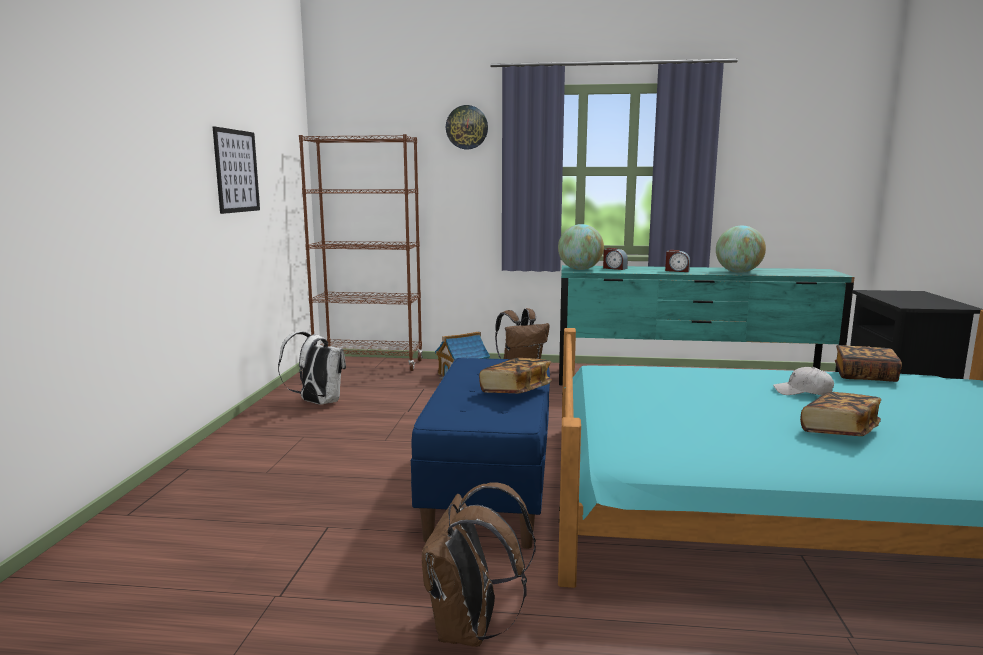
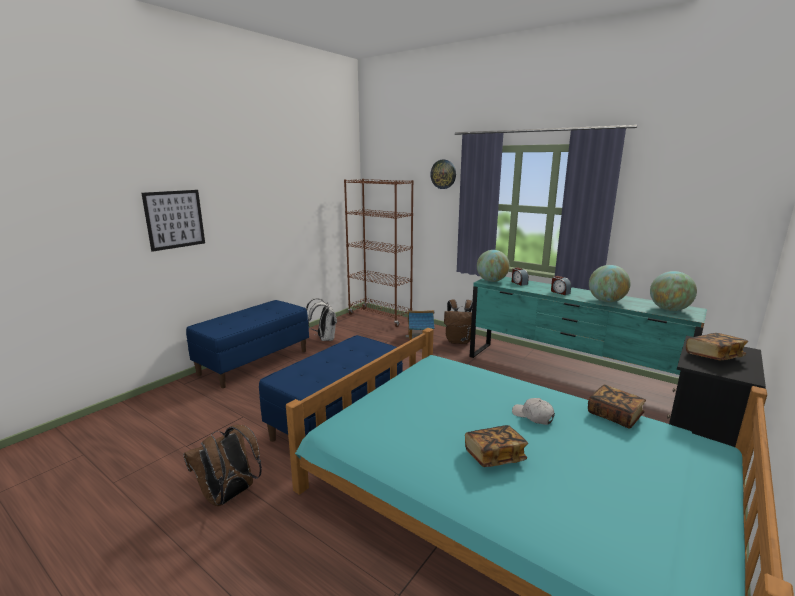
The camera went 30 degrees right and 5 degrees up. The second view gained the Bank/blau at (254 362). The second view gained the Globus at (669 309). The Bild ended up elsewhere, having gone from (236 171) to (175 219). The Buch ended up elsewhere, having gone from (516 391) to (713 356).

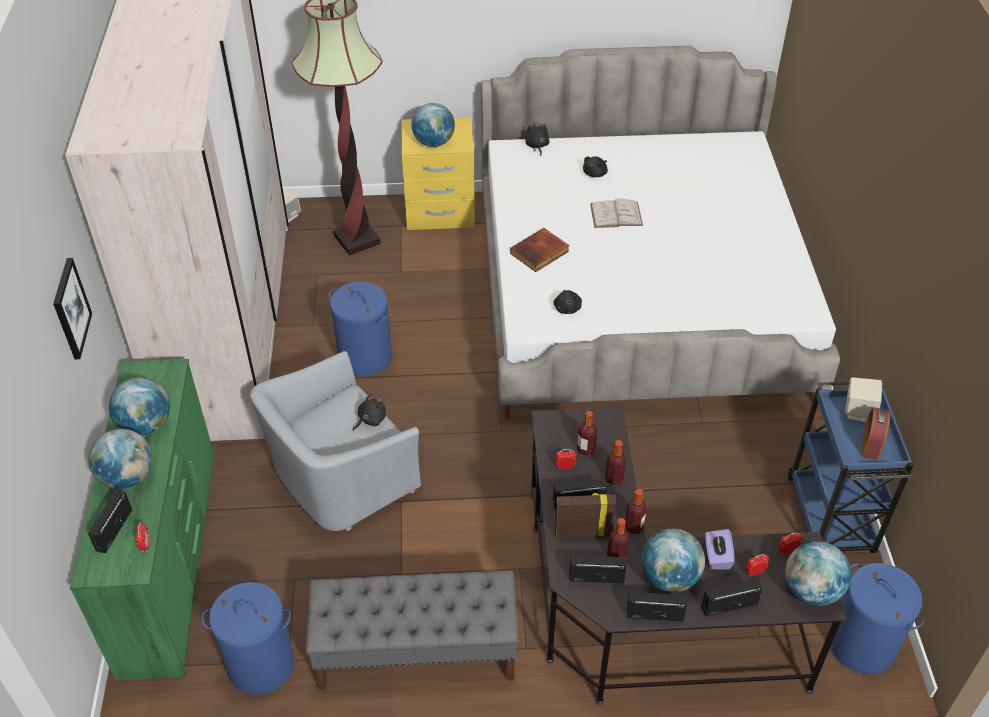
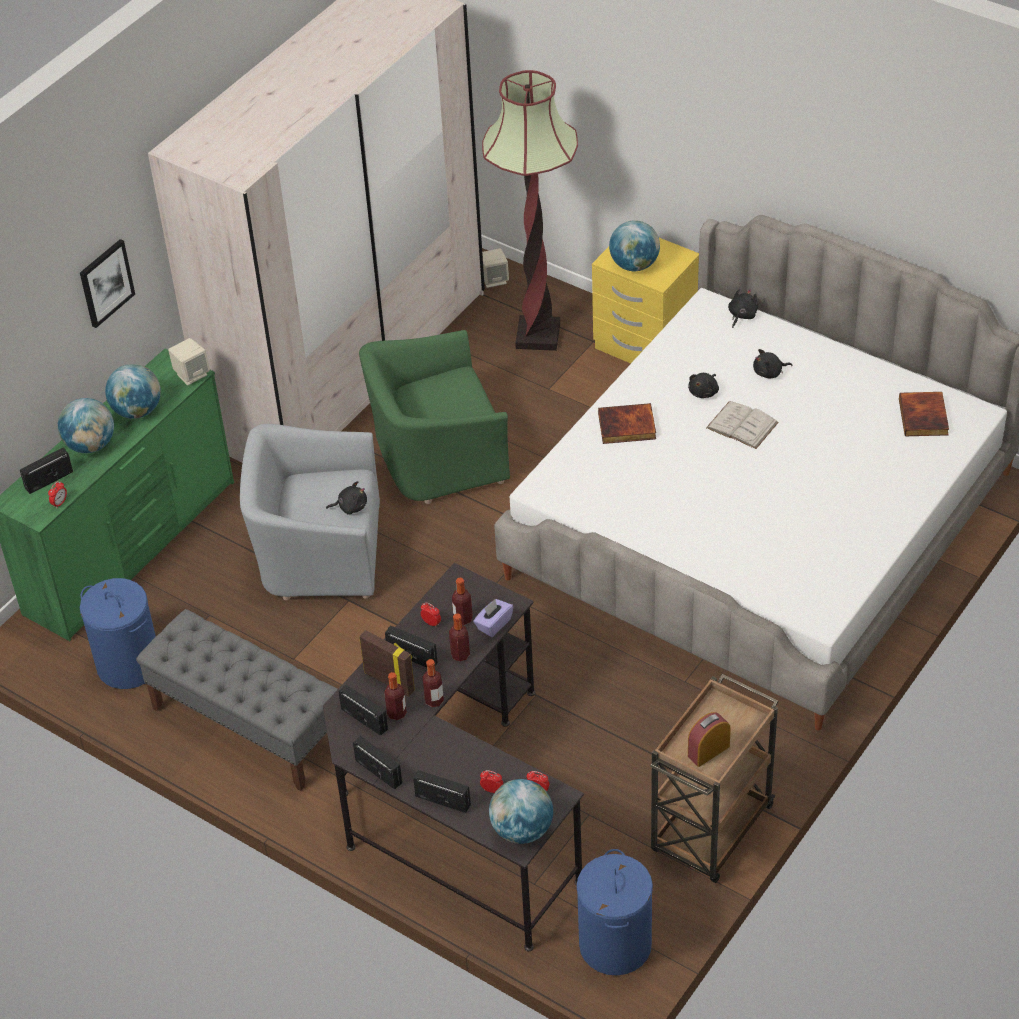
The camera went 40 degrees right and 0 degrees up. The second view lost the Globus at (669 577). The second view gained the Buch at (924 417). The Plüschtier/schwarz ended up elsewhere, having gone from (567 308) to (704 392). The Taschentuchbox/lila ended up elsewhere, having gone from (717 557) to (493 624). The Lautsprecher/beige ended up elsewhere, having gone from (858 412) to (191 374). Where the Wäschekorb/blau stood at (364 357), the Sessel/grün came to stand at (437 456). What was the Rollwagen/blau at (831 517) turned into the Rollwagen/braun at (711 831).

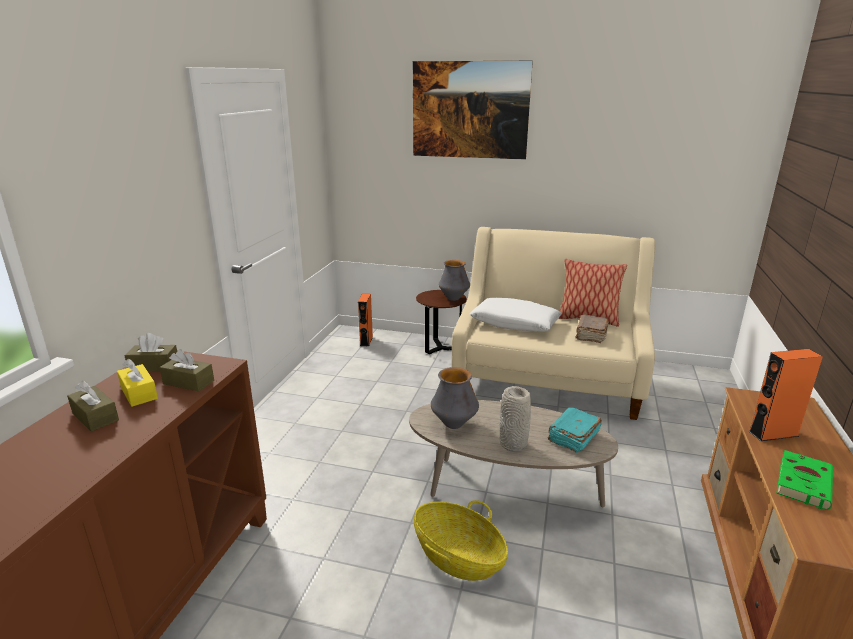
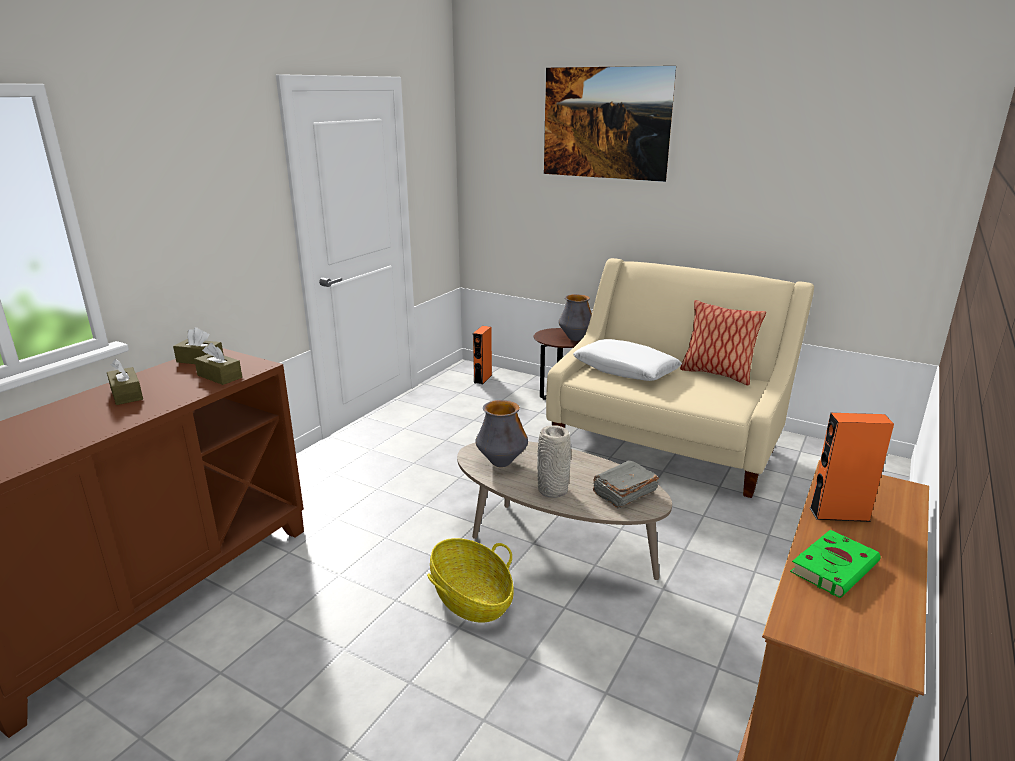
The camera went 15 degrees right and 0 degrees up. The second view lost the Taschentuchbox/gelb at (139 393). The second view lost the Buch/braun at (590 335). What was the Buch/türkis at (573 437) turned into the Buch/grau at (623 493).

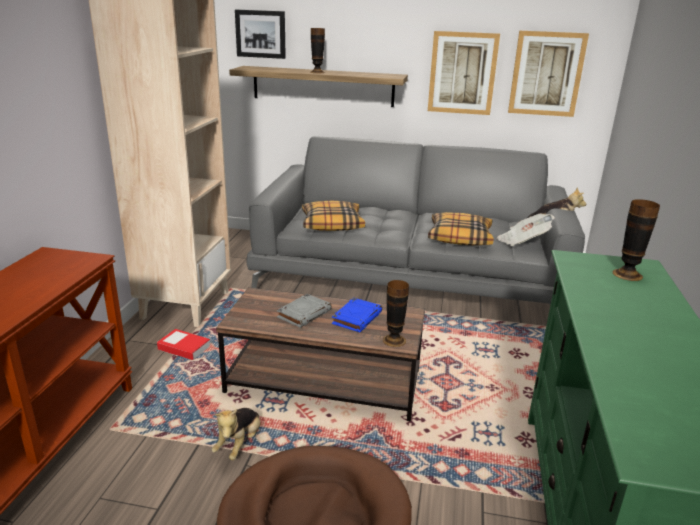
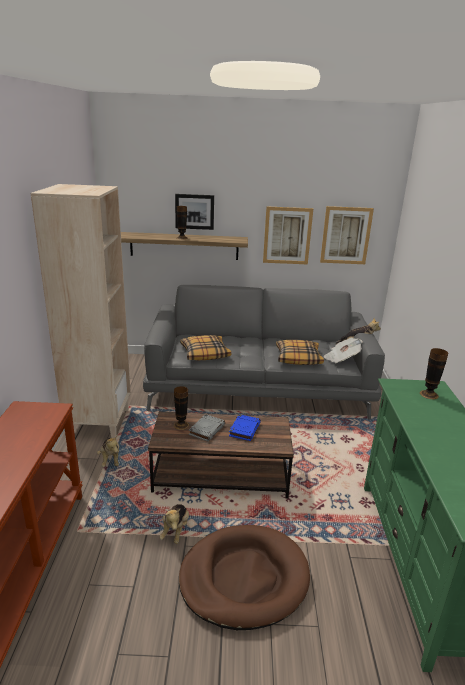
The camera went 10 degrees left and 0 degrees up. The Bild ended up elsewhere, having gone from (261 34) to (194 211). The Vase ended up elsewhere, having gone from (394 340) to (181 425). Where the Buch stood at (184 348), the Plüschtier came to stand at (110 460).

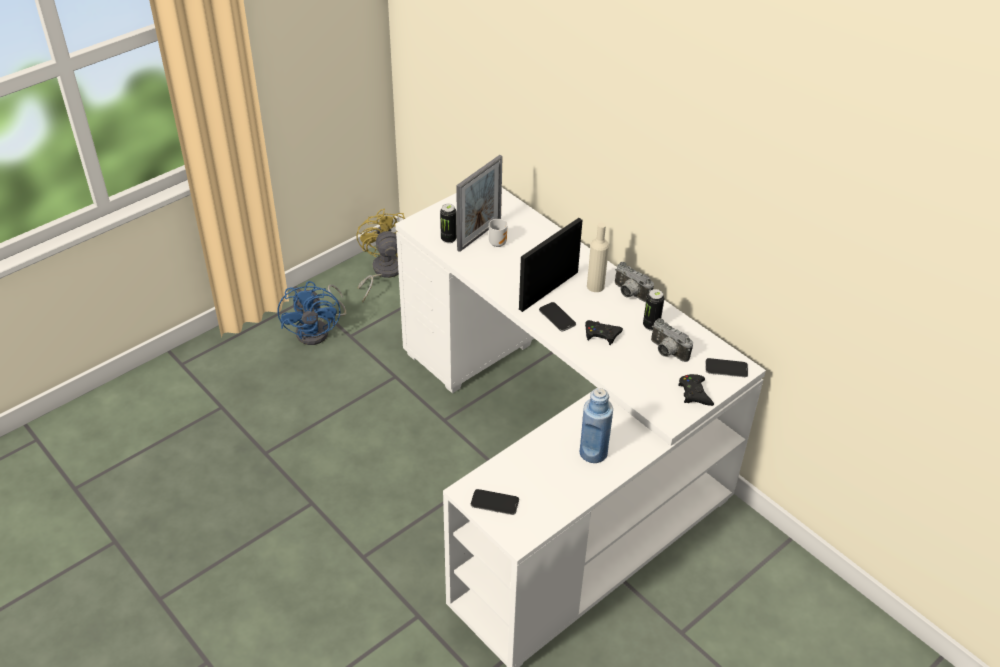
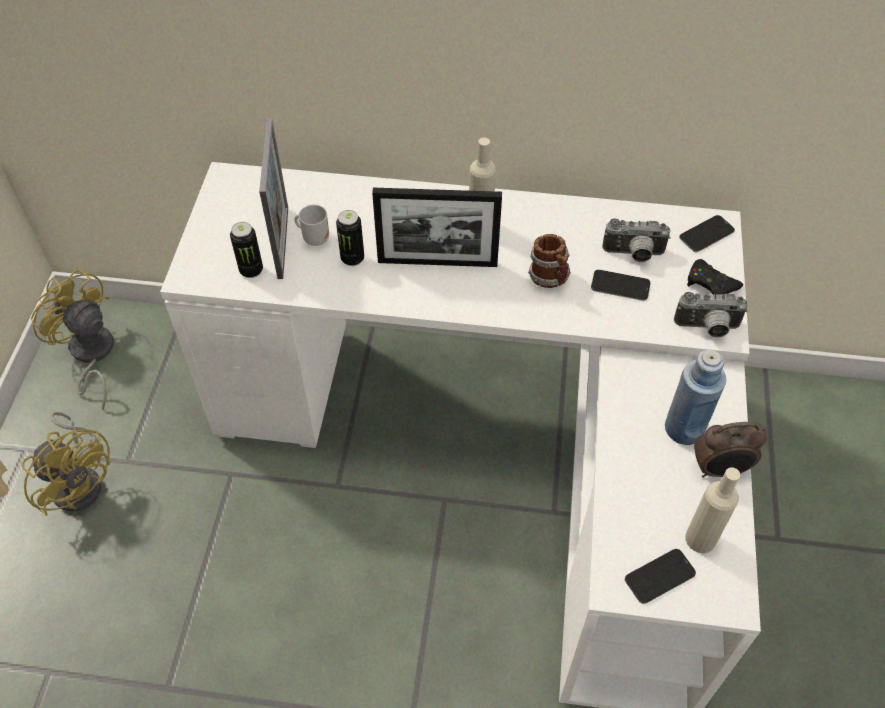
The camera went 40 degrees left and 10 degrees up. The second view gained the Flasche/beige at (700 539). The second view gained the Wecker at (720 470). The Handy ended up elsewhere, having gone from (557 317) to (620 286). The Kamera ended up elsewhere, having gone from (629 293) to (707 328). The Dose ended up elsewhere, having gone from (651 325) to (352 258). Where the Gamepad/schwarz stood at (601 334), the Henkelbecher came to stand at (550 278). What was the Ventilator/blau at (318 330) turned into the Ventilator/gelb at (81 481). The Bilderrahmen at (548 290) ended up facing another way, 90 degrees counterclockwise from before.

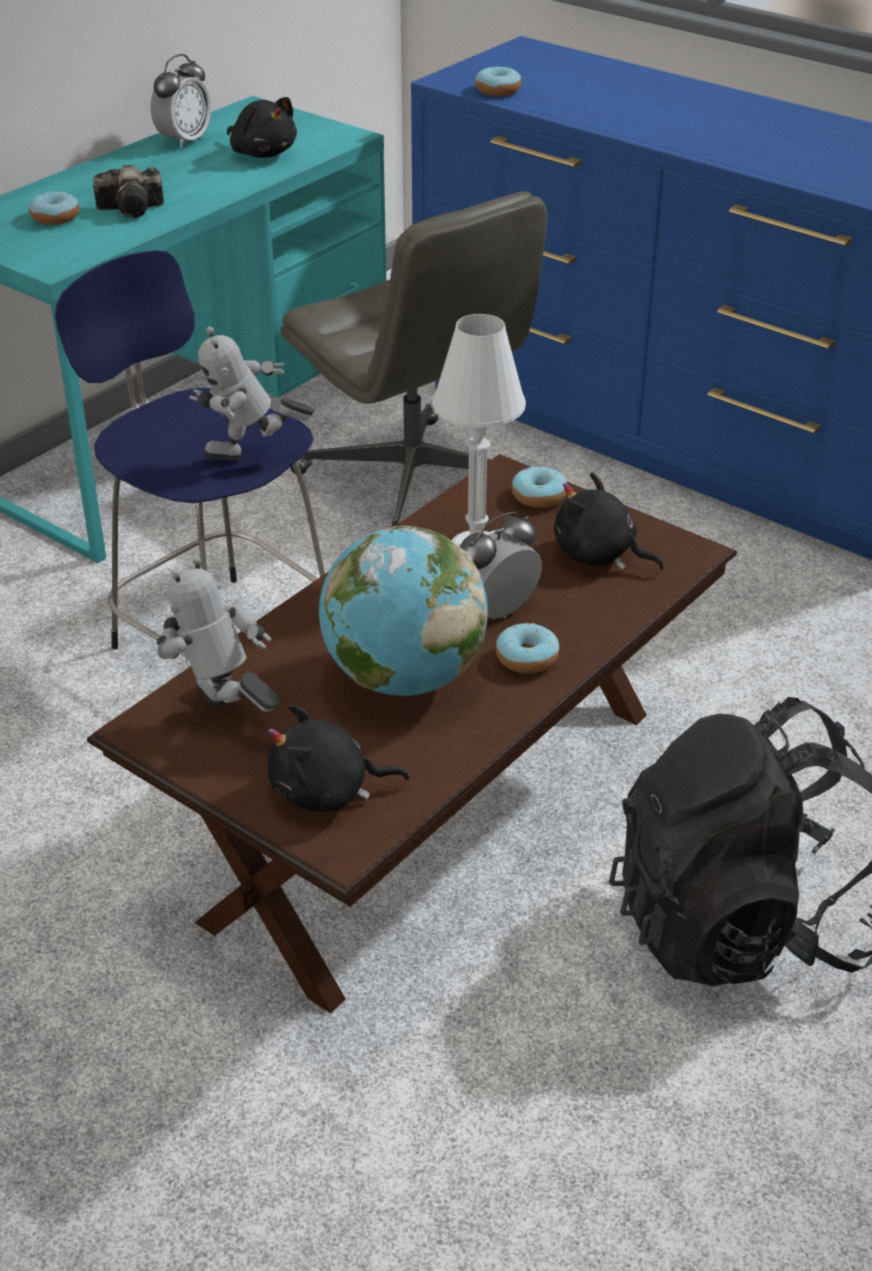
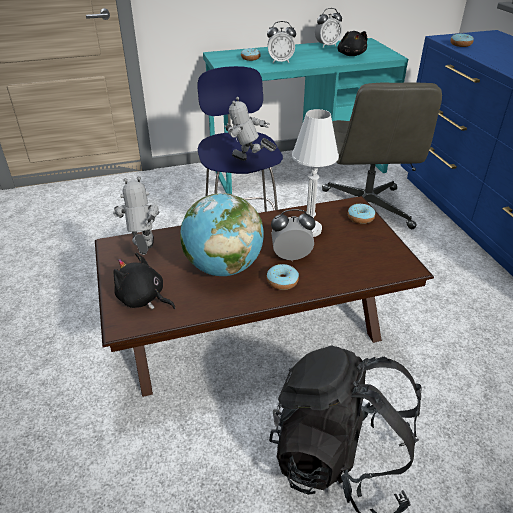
The camera went 35 degrees right and 0 degrees up. The second view lost the Plüschtier/schwarz at (598 556). Where the Kamera stood at (134 209), the Wecker came to stand at (280 61).

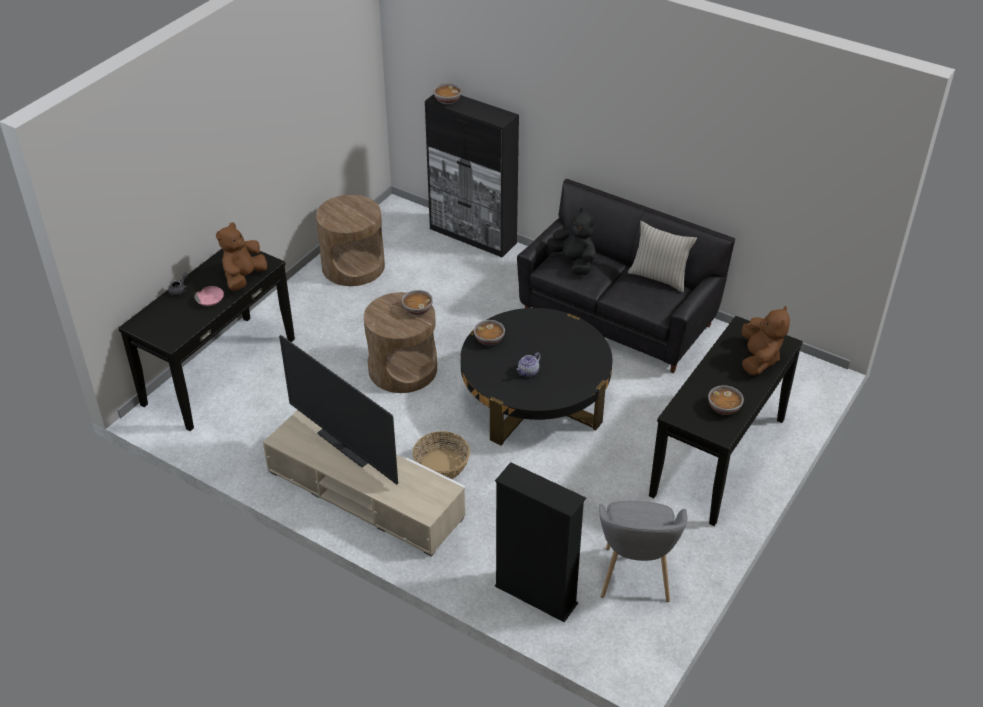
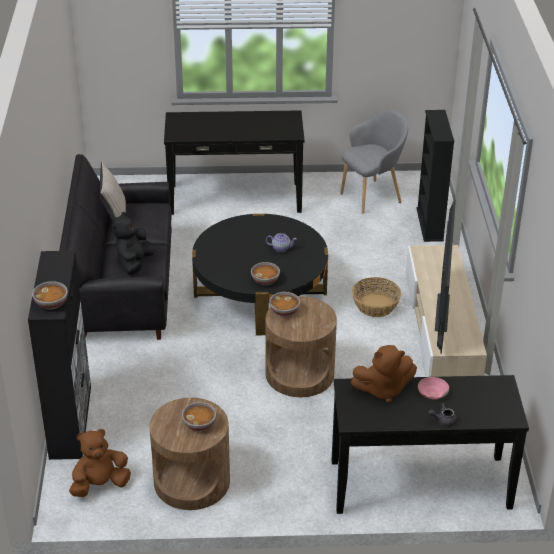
The camera went 125 degrees left and 5 degrees down. The Schüssel ended up elsewhere, having gone from (724 408) to (199 424). The Plüschtier/braun ended up elsewhere, having gone from (759 359) to (100 485).

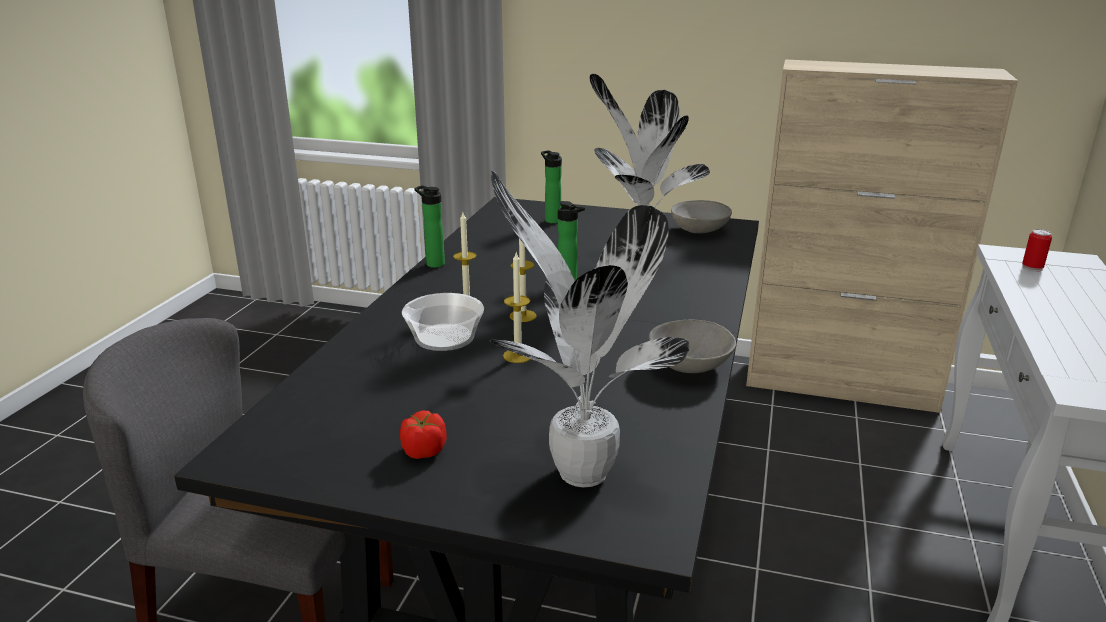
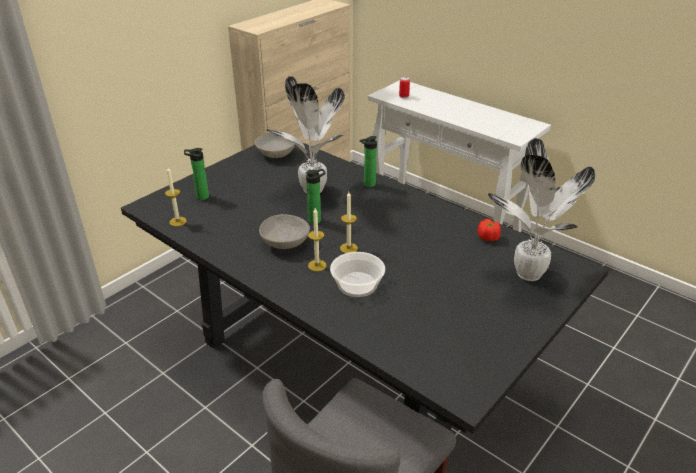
The camera went 65 degrees left and 10 degrees up. The Tomate ended up elsewhere, having gone from (423 451) to (488 238). The Flasche ended up elsewhere, having gone from (433 263) to (368 185). The Kerze ended up elsewhere, having gone from (518 355) to (178 221). The Schüssel/grau ended up elsewhere, having gone from (689 365) to (284 243).

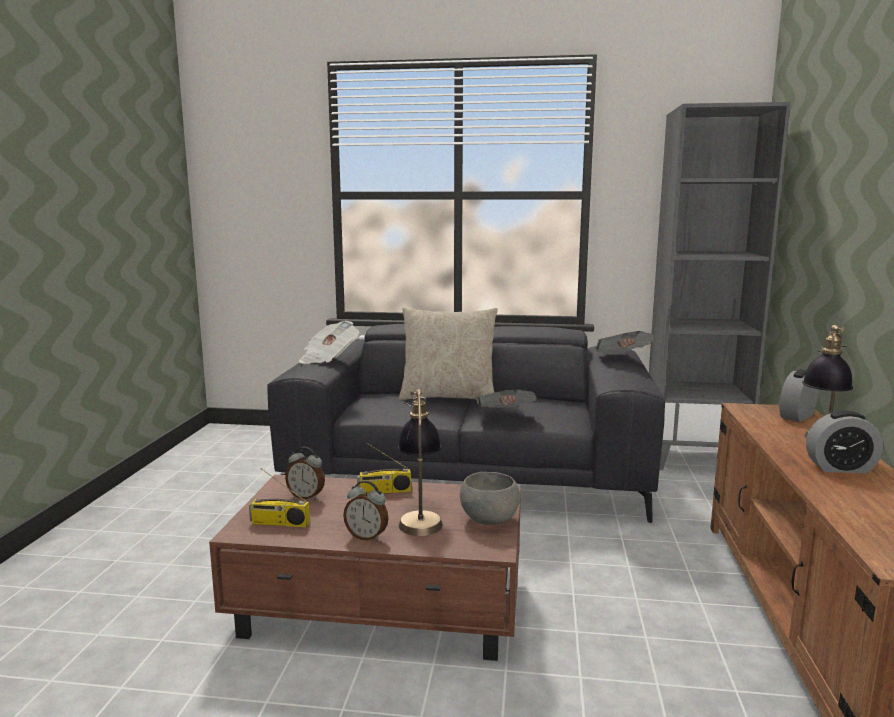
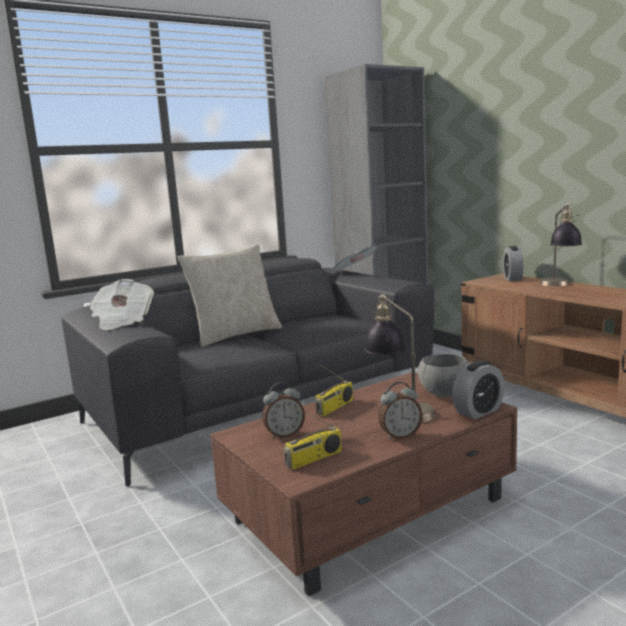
The camera went 40 degrees left and 0 degrees up. The second view lost the Zeitung at (505 416). The Wecker ended up elsewhere, having gone from (840 468) to (478 411).

